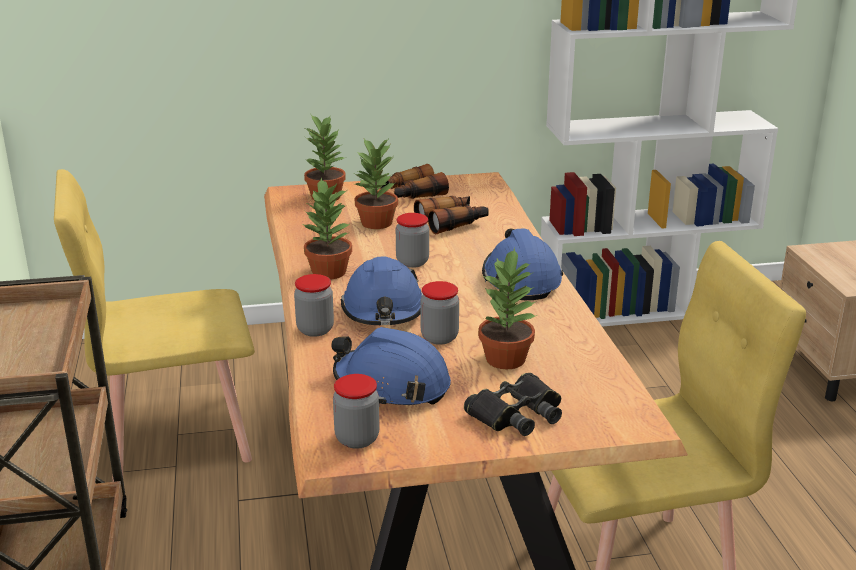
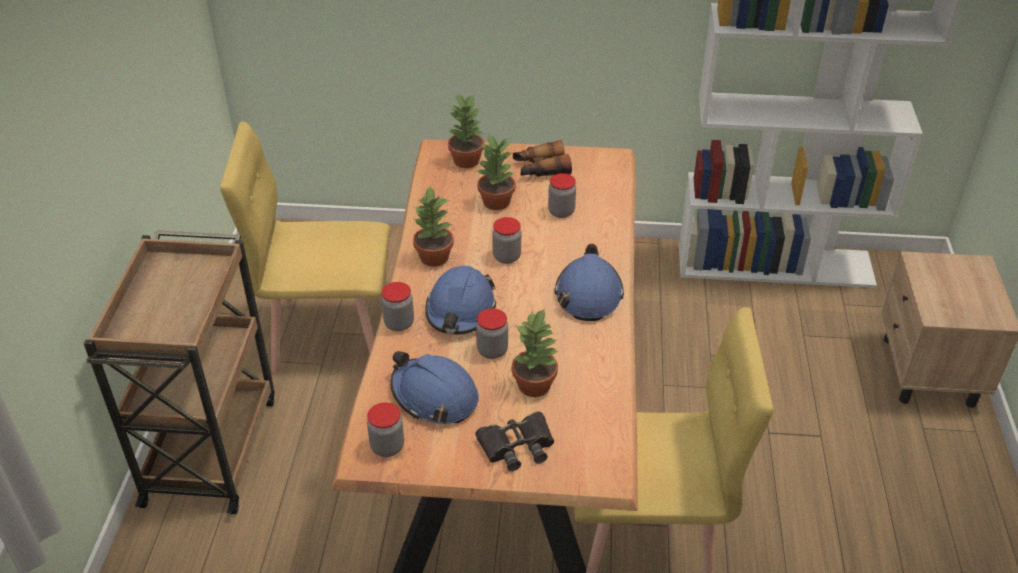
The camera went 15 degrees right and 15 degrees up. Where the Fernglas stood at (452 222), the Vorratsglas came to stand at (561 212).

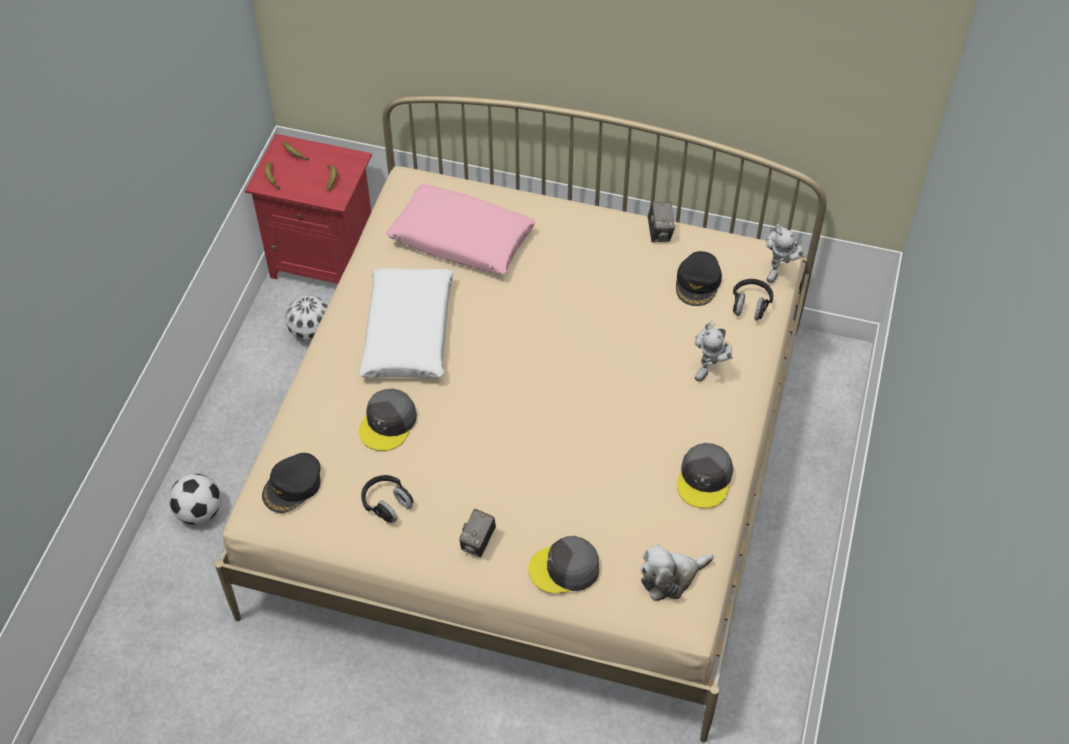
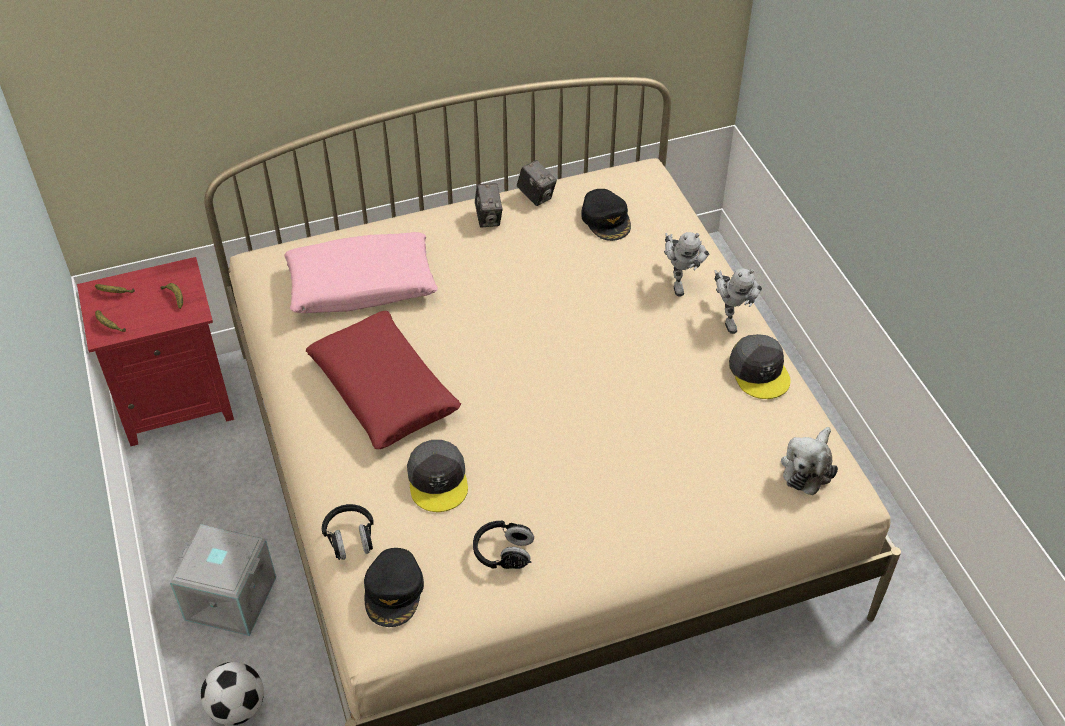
The camera went 35 degrees left and 5 degrees down. The second view lost the Fußball at (312 332). The second view lost the Kappe/grau at (565 569). The second view gained the Aufbewahrungsbox/grau at (229 599). The Kamera ended up elsewhere, having gone from (478 542) to (489 218). The Kopfhörer/schwarz ended up elsewhere, having gone from (750 306) to (350 539). The Spielzeugroboter ended up elsewhere, having gone from (779 269) to (729 317). What was the Kissen/weiß at (409 333) turned into the Kissen/rot at (384 390).

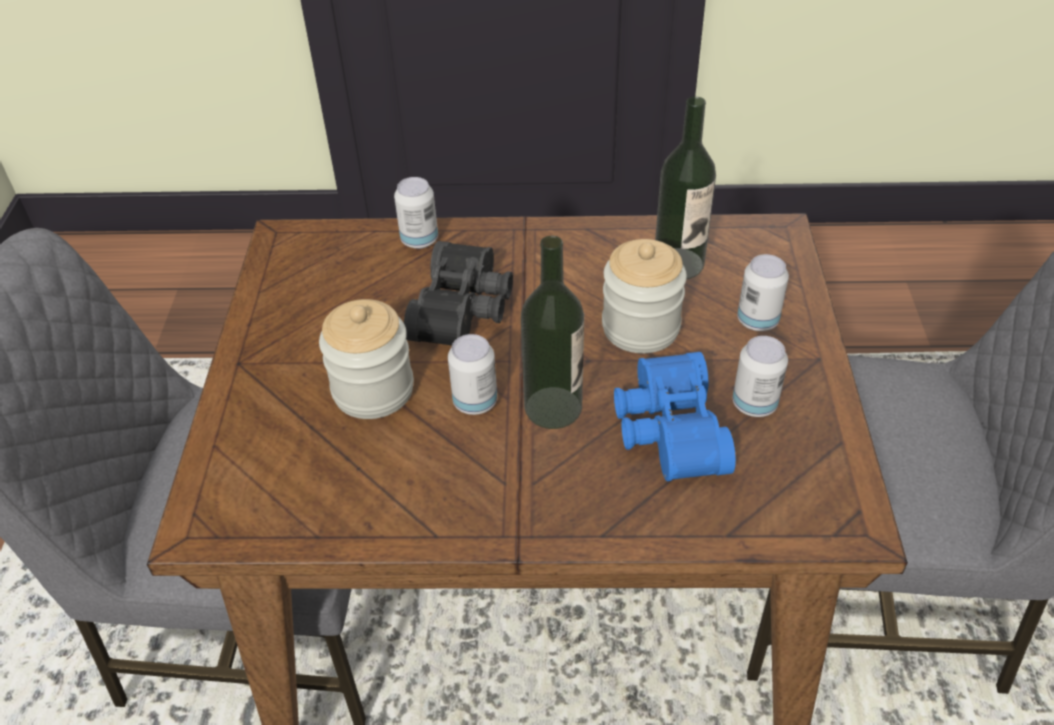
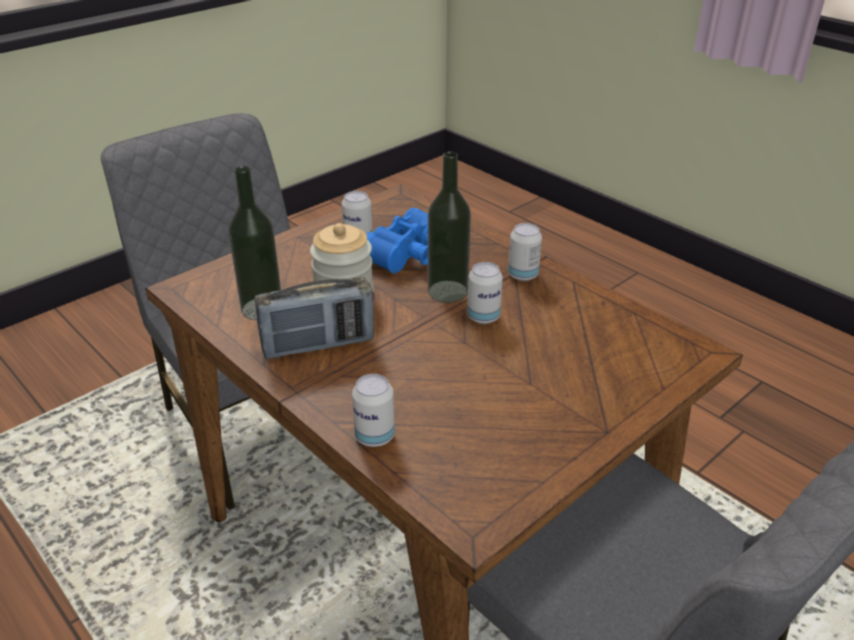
The camera went 135 degrees left and 10 degrees down. The second view lost the Vorratsglas at (373 390). The second view lost the Fernglas/schwarz at (465 309). The second view gained the Radio at (318 345). The Dose ended up elsewhere, having gone from (757 321) to (523 275).

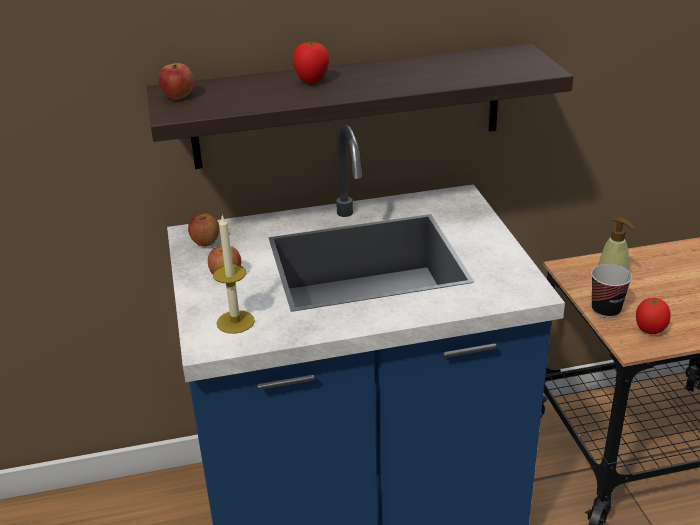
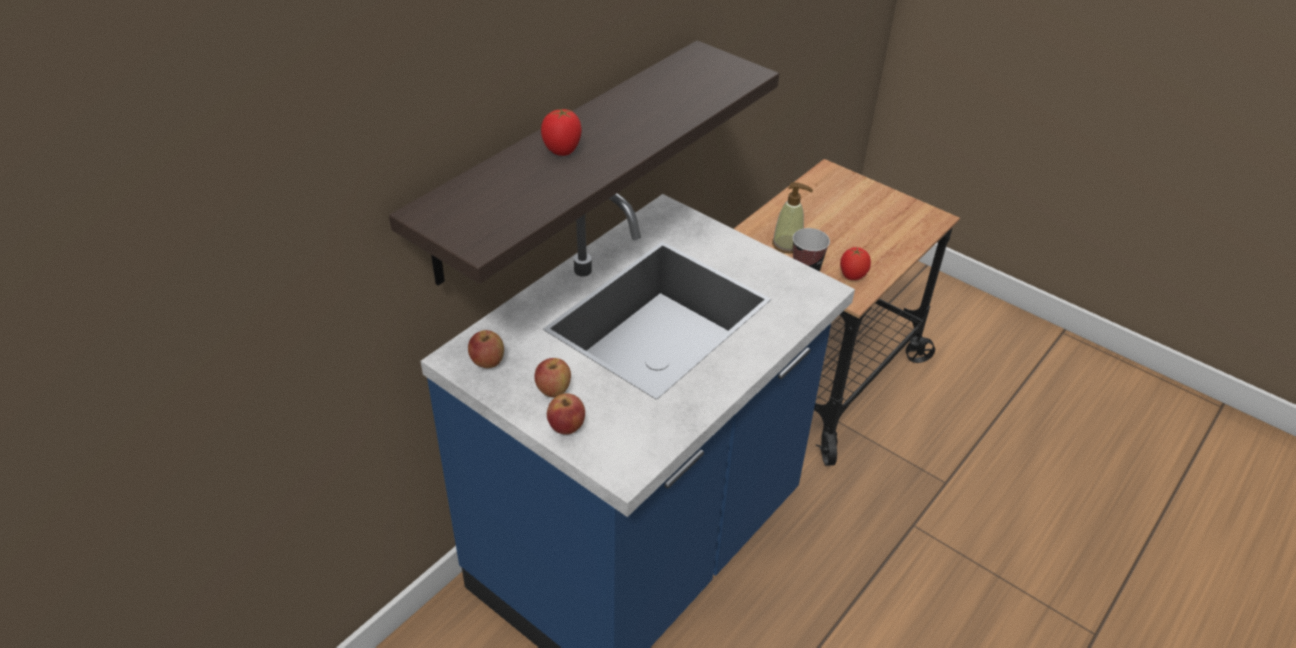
The camera went 40 degrees left and 10 degrees up. The second view lost the Kerze at (235 322). The Apfel ended up elsewhere, having gone from (178 97) to (567 427).

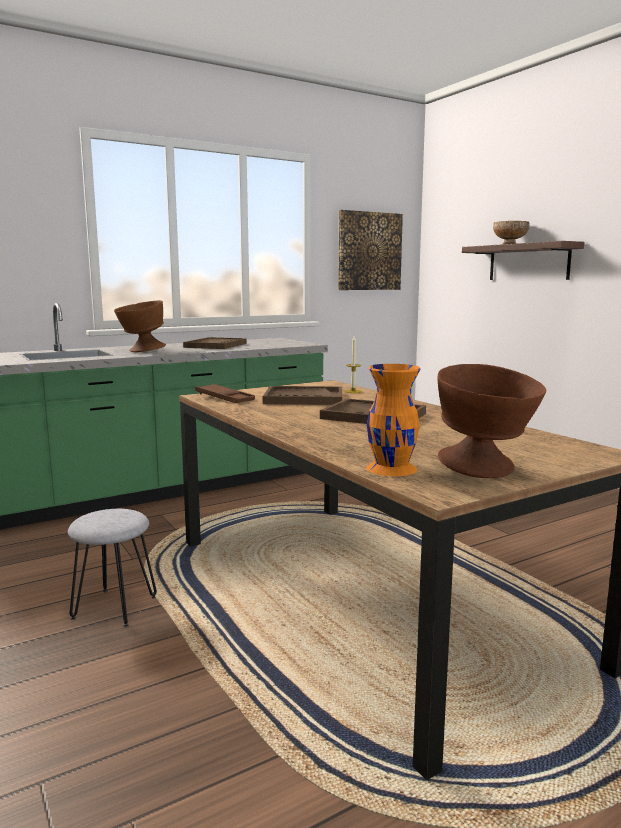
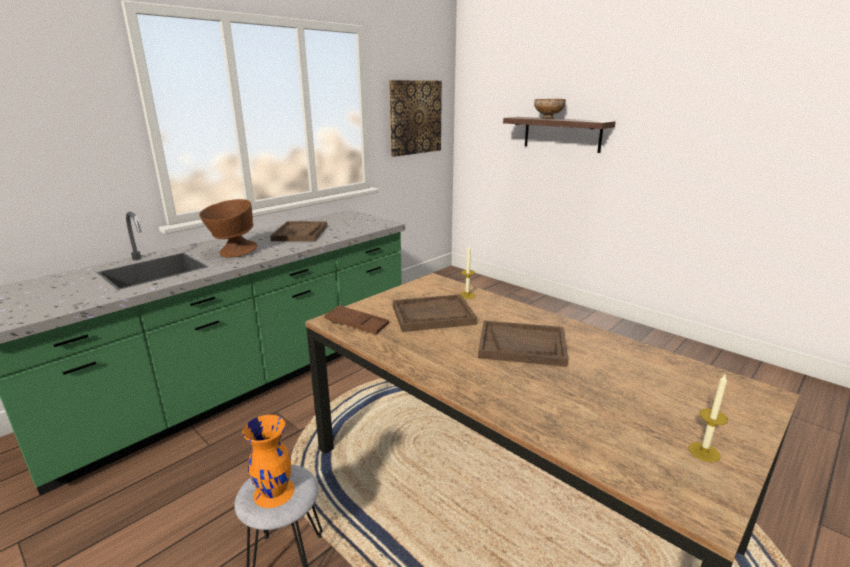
The camera went 15 degrees left and 10 degrees up. The Vase/orange ended up elsewhere, having gone from (392 468) to (274 491). Where the Schüssel/braun stood at (485 471), the Kerze came to stand at (704 452).

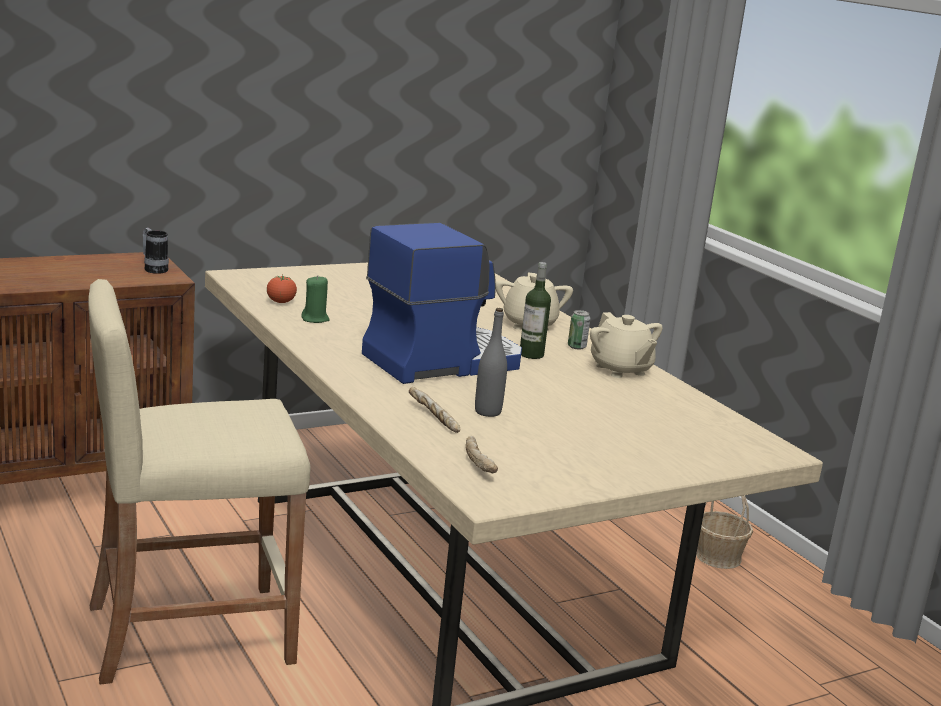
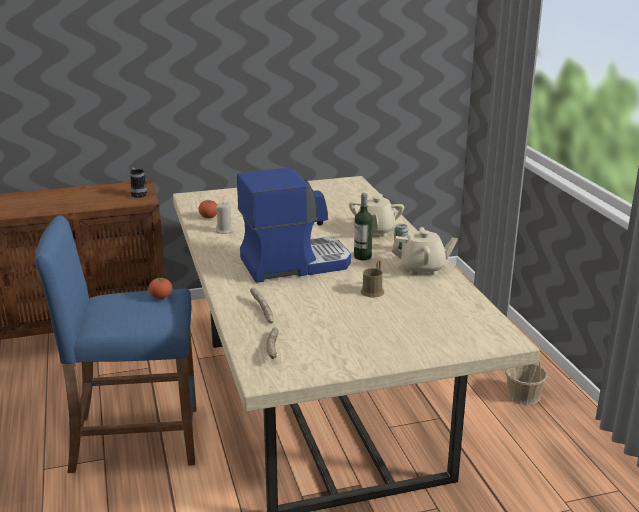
The camera went 15 degrees right and 5 degrees up. The second view lost the Flasche/grau at (487 412). The second view gained the Tomate at (161 297). The second view gained the Henkelbecher/braun at (373 290). What was the Hocker/beige at (190 633) turned into the Hocker/blau at (135 439). What was the Kerze/grün at (315 319) turned into the Kerze/beige at (224 230). The Teekanne/beige at (620 370) ended up facing another way, 75 degrees counterclockwise from before.

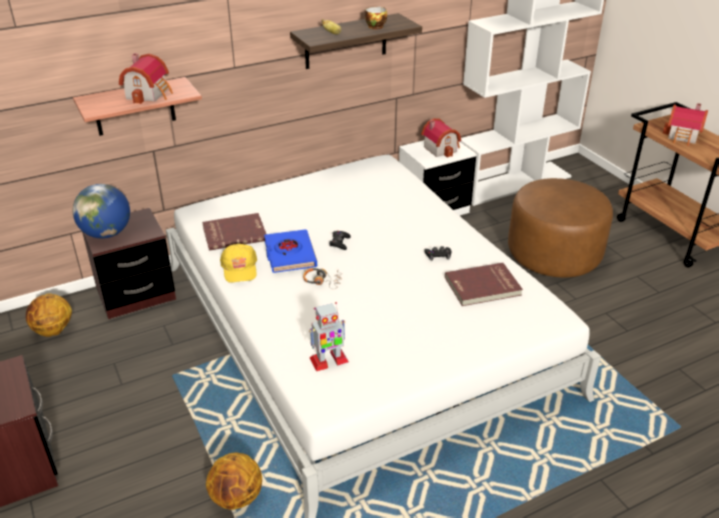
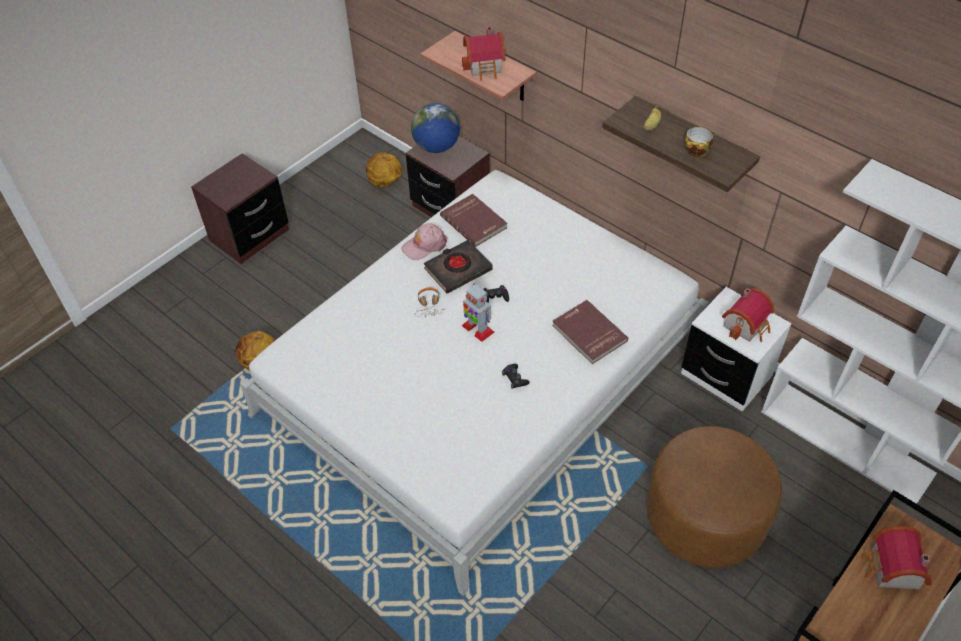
The camera went 70 degrees right and 15 degrees up. The Spielzeugroboter ended up elsewhere, having gone from (328 360) to (477 328). The Buch/rot ended up elsewhere, having gone from (483 287) to (588 334). What was the Kappe/gelb at (239 268) turned into the Kappe/rosa at (424 245). What was the Buch/blau at (289 255) turned into the Buch/schwarz at (457 269).

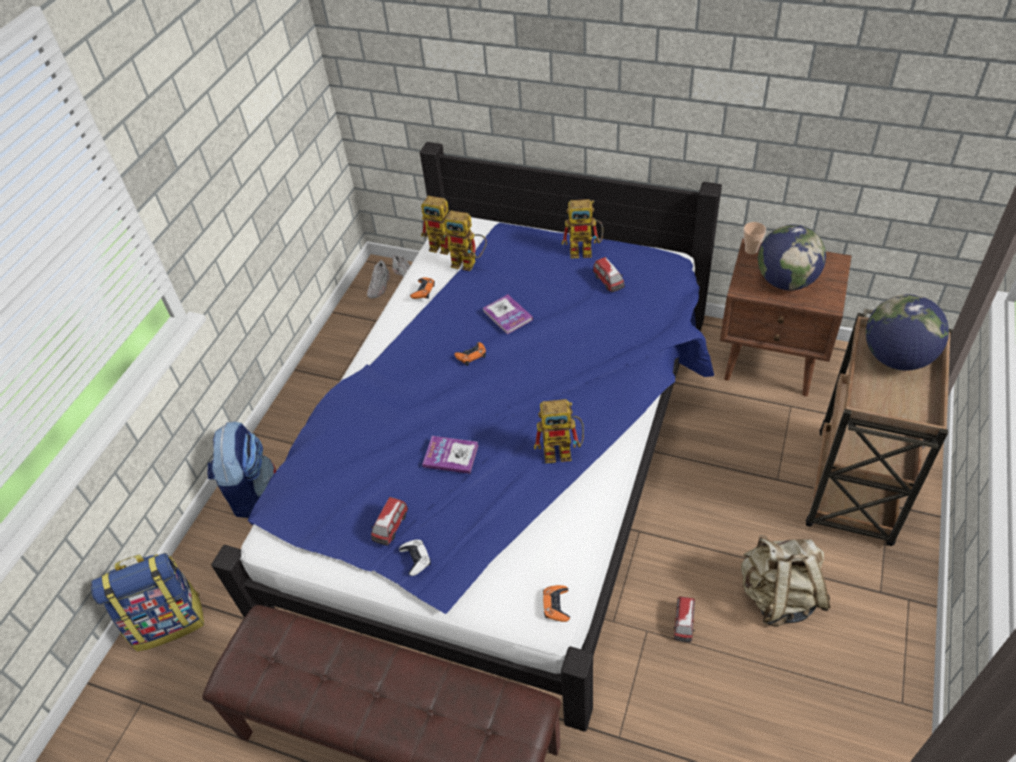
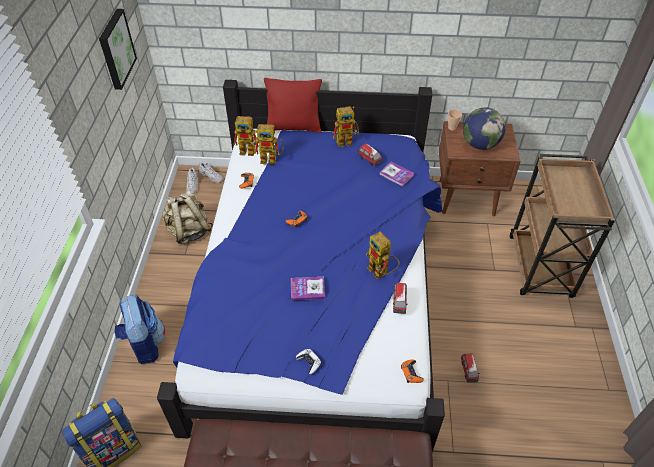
The camera went 20 degrees left and 0 degrees up. The second view lost the Globus at (896 358). The second view gained the Bild at (115 49). The second view gained the Kissen/rot at (294 127). The Spielzeugauto ended up elsewhere, having gone from (391 527) to (399 302). The Buch ended up elsewhere, having gone from (507 315) to (396 174). The Rucksack/beige ended up elsewhere, having gone from (778 596) to (189 231). The Spielzeugroboter at (563 451) ended up facing another way, 75 degrees clockwise from before.

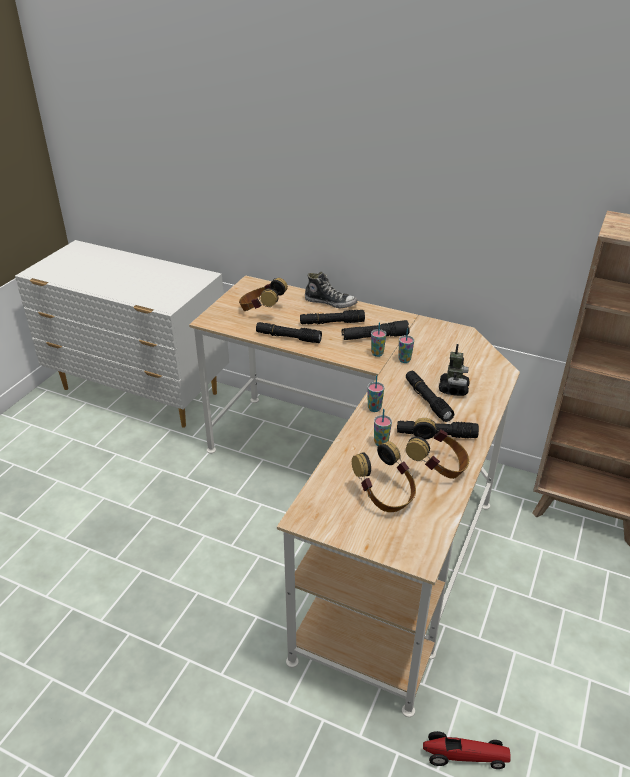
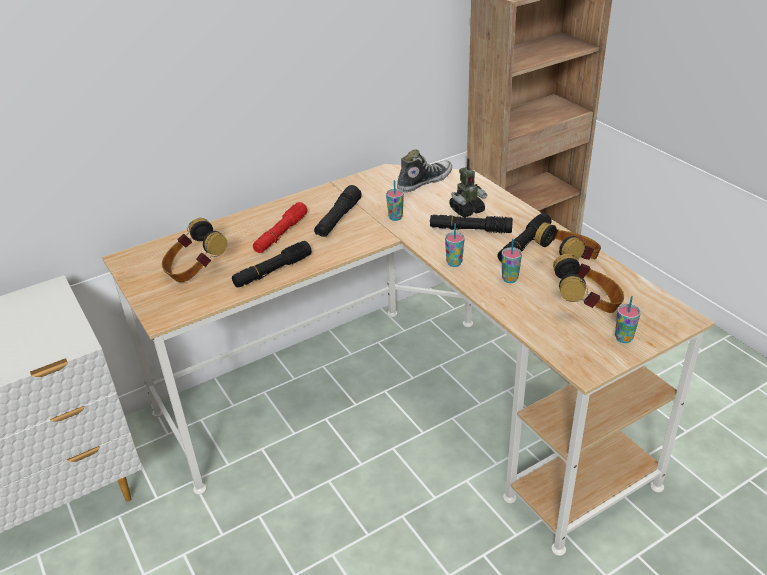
The camera went 55 degrees left and 0 degrees up. The second view lost the Spielzeugauto at (464 755). The Schuh ended up elsewhere, having gone from (330 302) to (424 181). The Tasse ended up elsewhere, having gone from (377 354) to (623 338). What was the Taschenlampe/schwarz at (331 323) turned into the Taschenlampe/rot at (281 234). The Spielzeugroboter at (453 389) ended up facing another way, 105 degrees clockwise from before.

